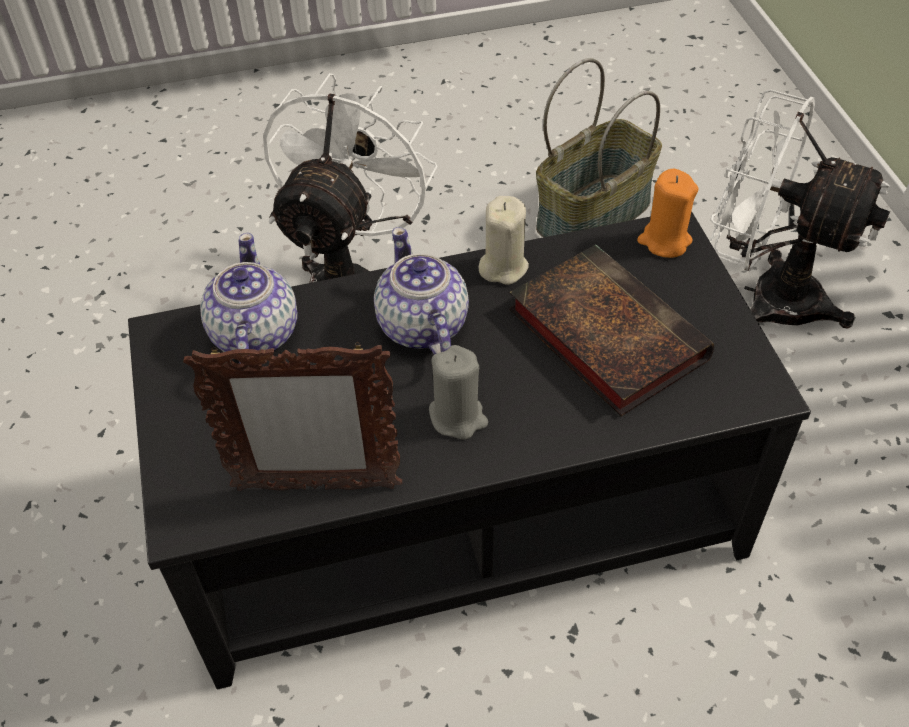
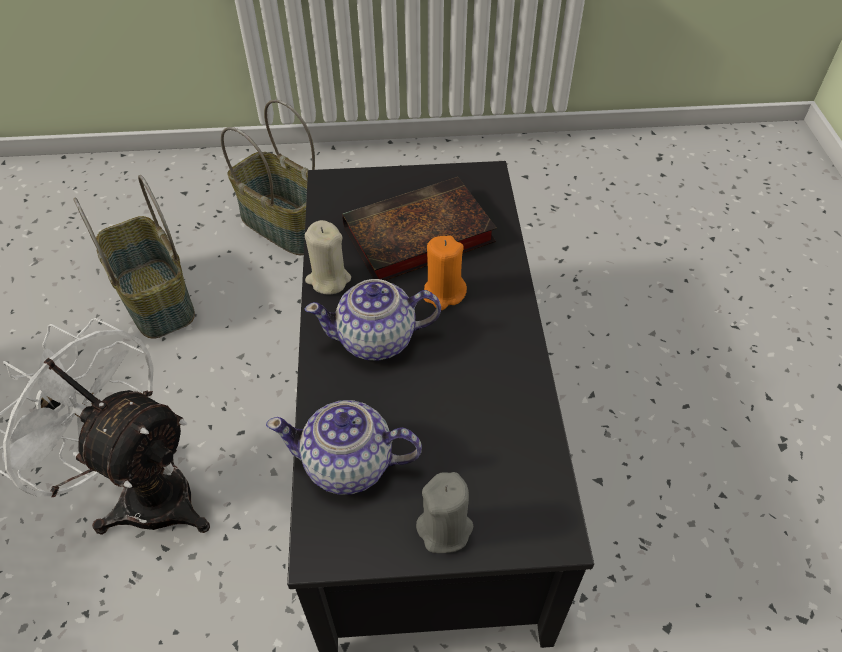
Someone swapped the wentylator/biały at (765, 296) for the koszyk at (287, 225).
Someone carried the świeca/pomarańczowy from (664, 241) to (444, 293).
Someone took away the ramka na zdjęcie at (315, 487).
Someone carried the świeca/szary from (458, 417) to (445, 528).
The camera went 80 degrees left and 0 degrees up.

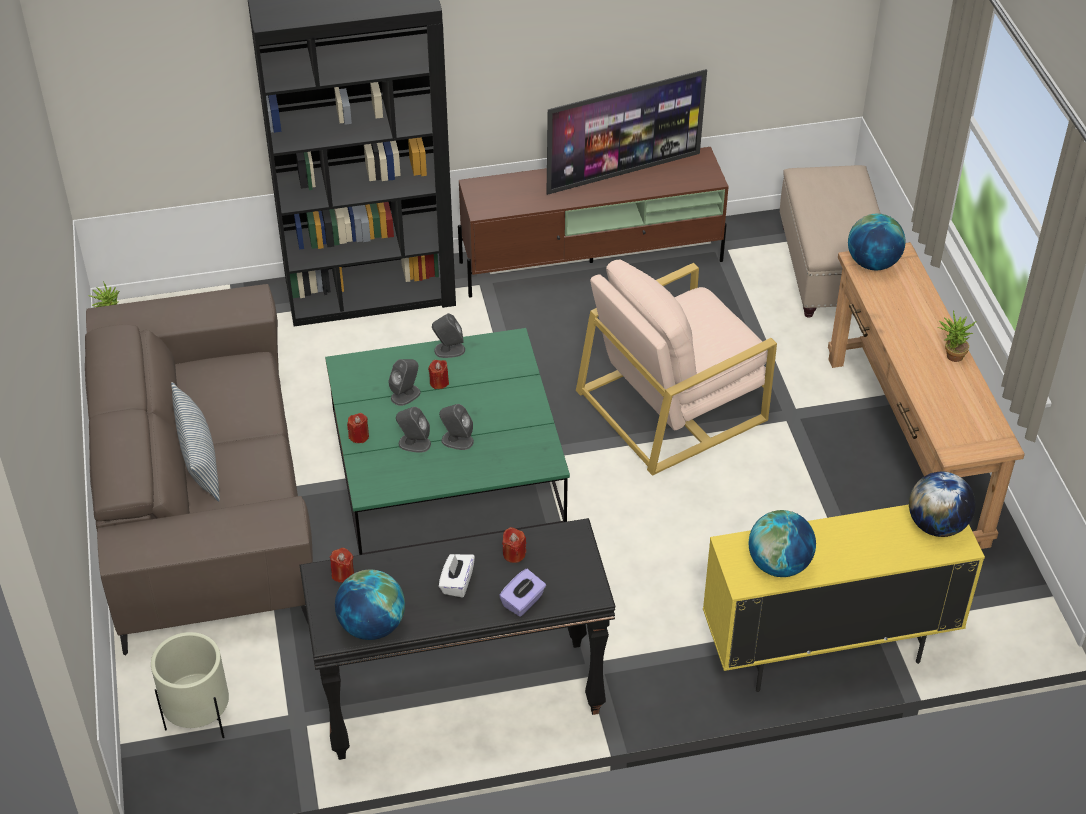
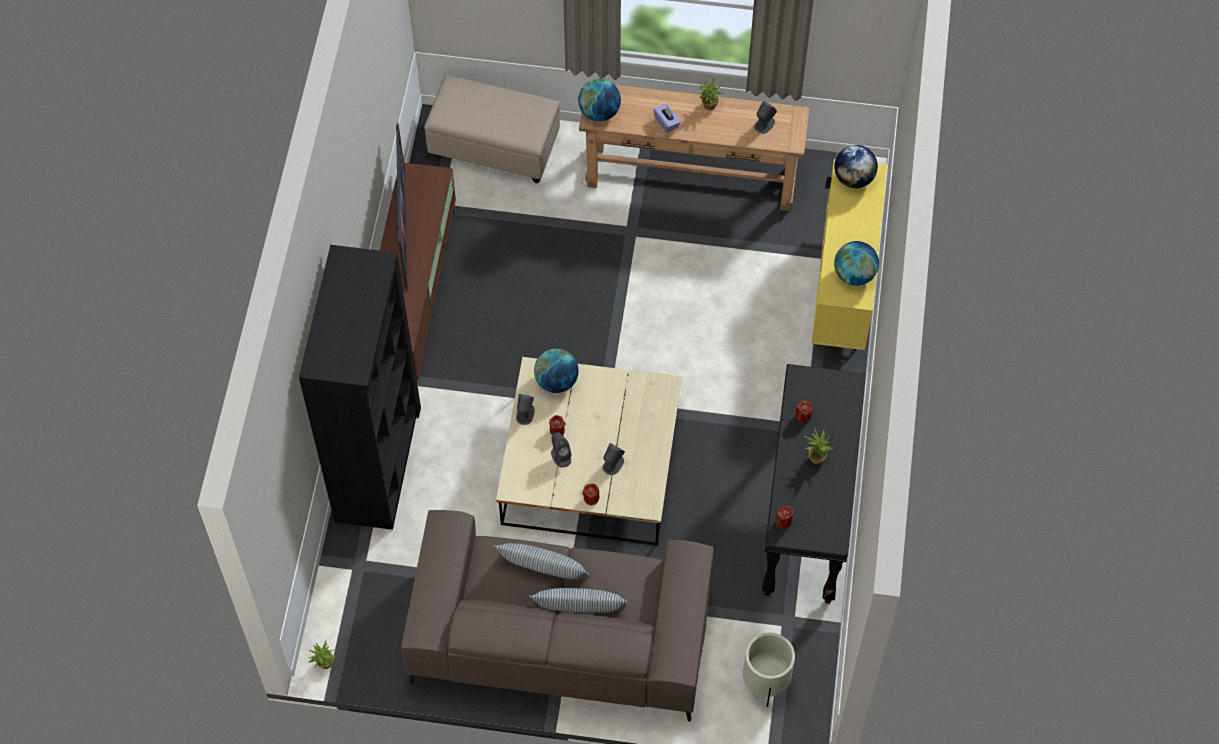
Someone took away the fotel/beżowy at (673, 404).
Someone repainted the ława/zielony at (446, 465), which became the ława/beżowy at (590, 464).
Someone carried the głośnik/szary from (457, 440) to (764, 124).
Someone swapped the pudełko chusteczek/biały at (457, 583) for the roślina doniczkowa at (816, 456).
Someone carried the pudełko chusteczek/fioletowy from (523, 602) to (667, 123).
Someone carried the globus from (372, 625) to (556, 381).
Someone put down the poduszka at (543, 569).
The camera went 70 degrees left and 15 degrees up.

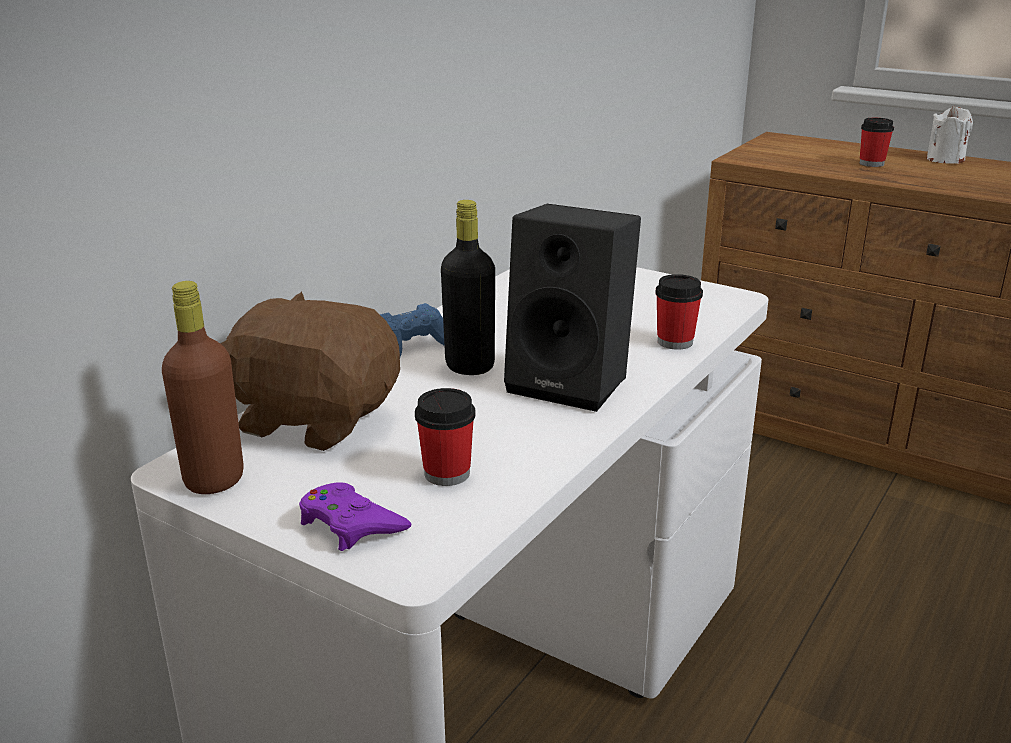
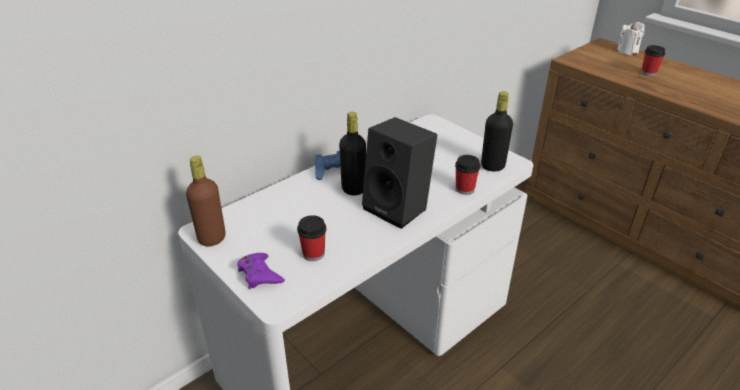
Someone carried the świeca/biały from (945, 159) to (627, 51).
Someone took away the pluszak/brązowy at (316, 418).
Someone put down the butelka/czarny at (492, 166).
The camera went 15 degrees right and 10 degrees up.

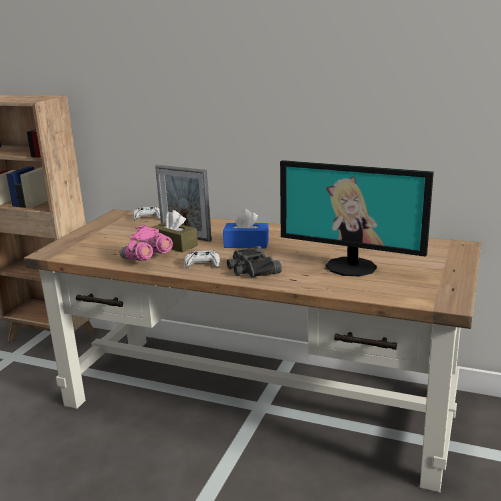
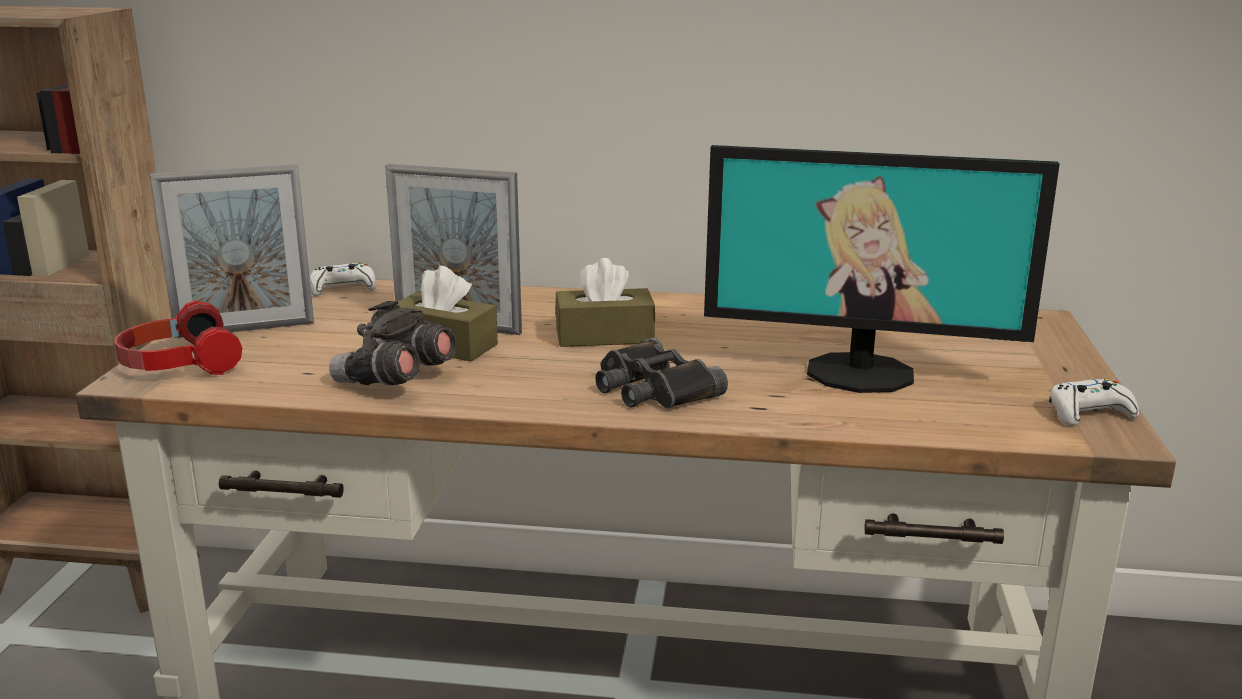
Someone repainted the pudełko chusteczek/niebieski at (246, 244), which became the pudełko chusteczek/brązowy at (604, 336).
Someone repainted the lornetka/różowy at (146, 259), which became the lornetka/szary at (395, 381).
Someone carried the pad do gier/biały from (202, 264) to (1089, 413).
Someone put down the ramka na zdjęcie at (245, 329).
Someone put down the słuchawki at (178, 363).
The camera went 15 degrees left and 0 degrees up.

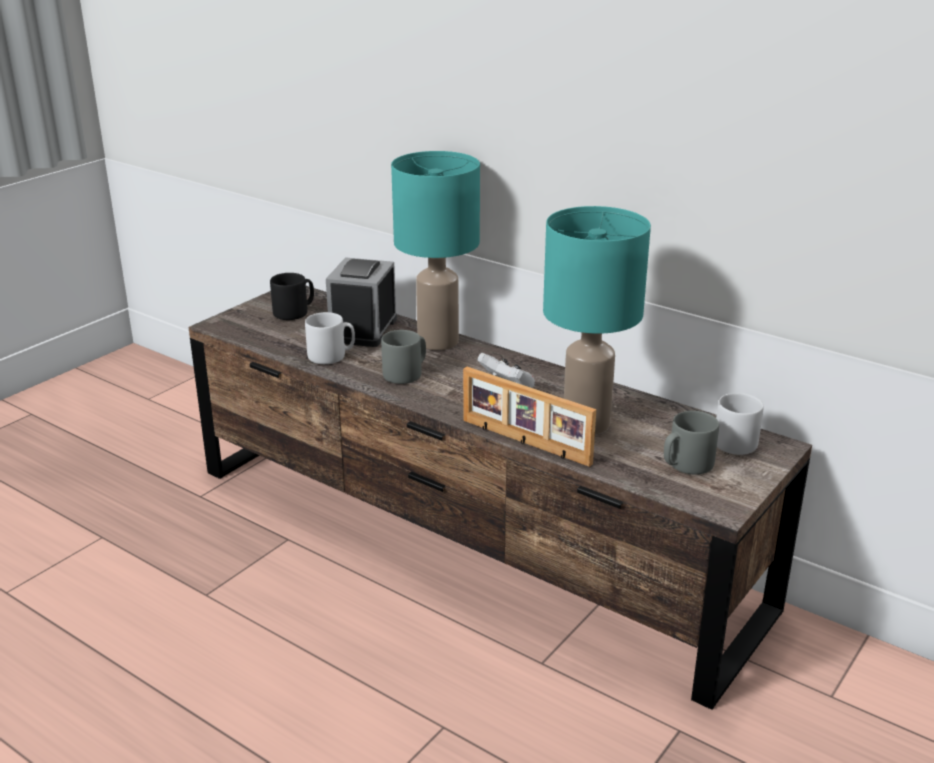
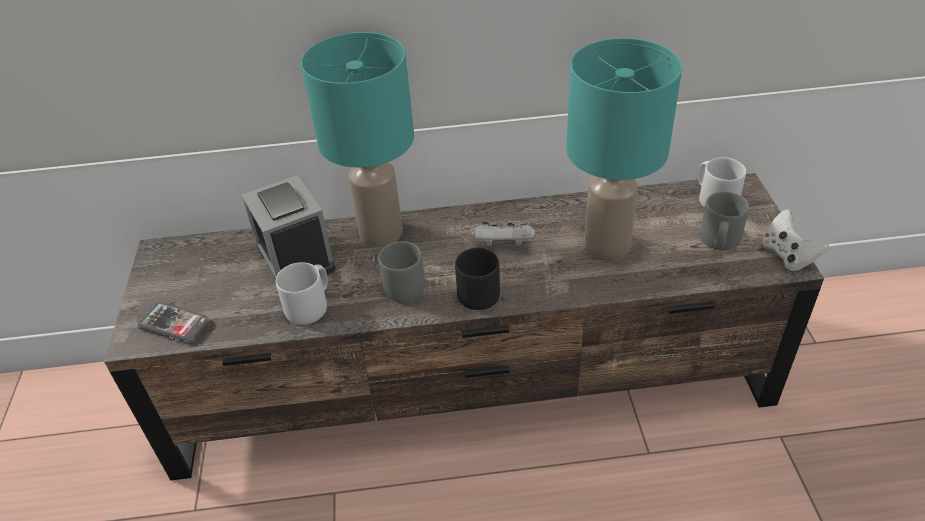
Someone carried the kubek/czarny from (294, 312) to (479, 291).
Someone took away the ramka na zdjęcie at (524, 442).
Someone put down the pad do gier/biały at (787, 255).
Someone put down the telefon at (174, 324).
The camera went 40 degrees left and 15 degrees up.

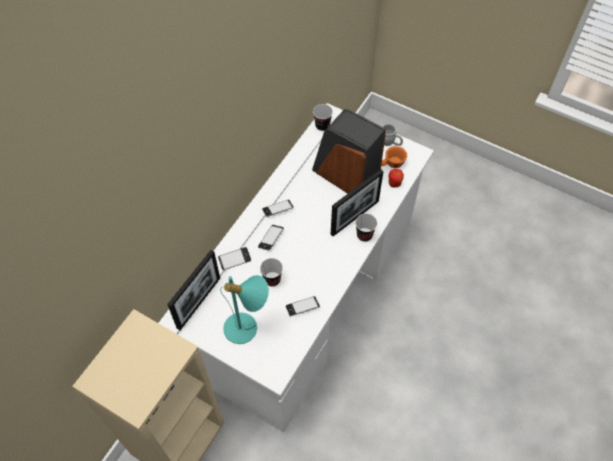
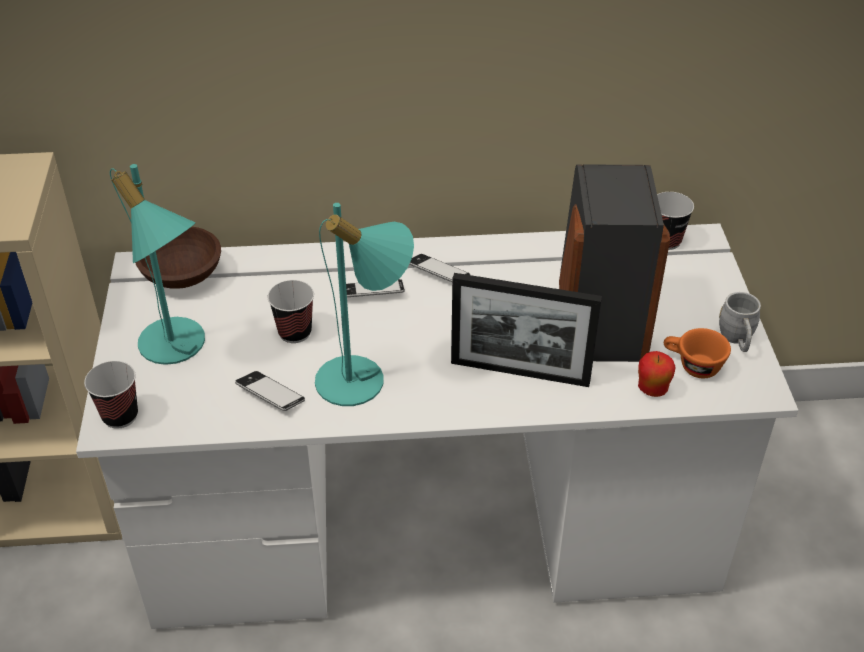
Someone carried the filiżanka from (364, 235) to (120, 416).
Someone took away the telefon at (234, 260).
Someone swapped the ramka na zdjęcie at (199, 303) for the miska/brązowy at (183, 274).
Someone put down the lampa stołowa/turkusowy at (363, 379).
The camera went 55 degrees right and 15 degrees down.

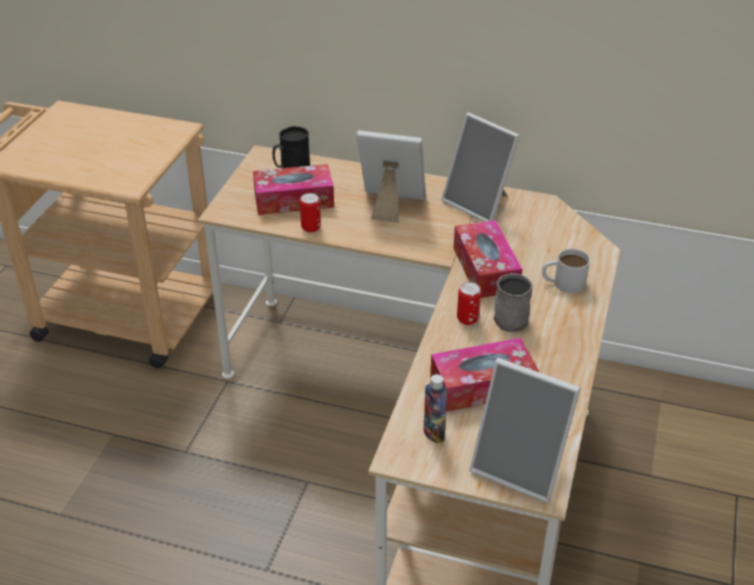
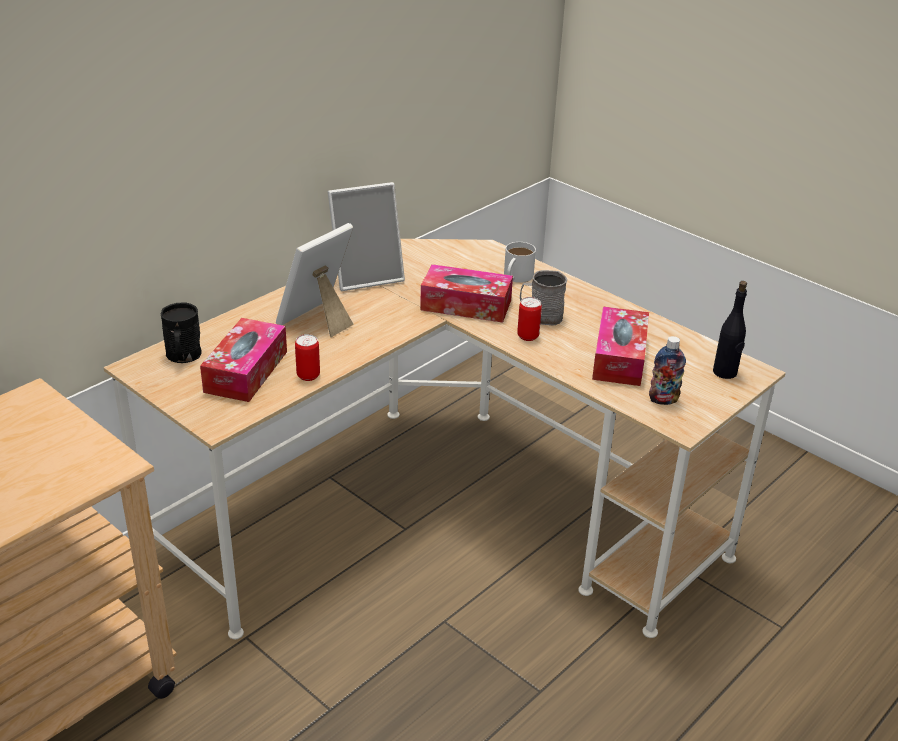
Someone swapped the ramka na zdjęcie at (521, 467) for the butelka/czarny at (725, 372).
The camera went 65 degrees left and 5 degrees down.

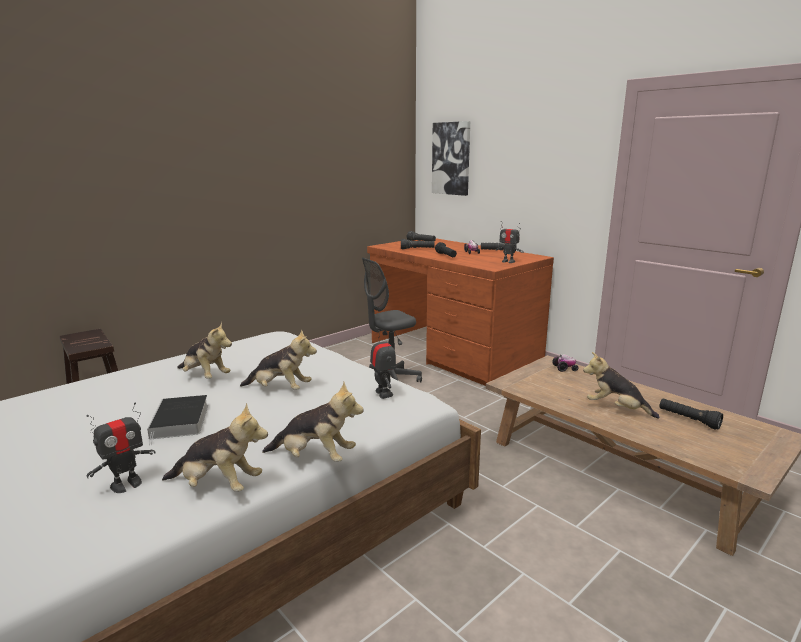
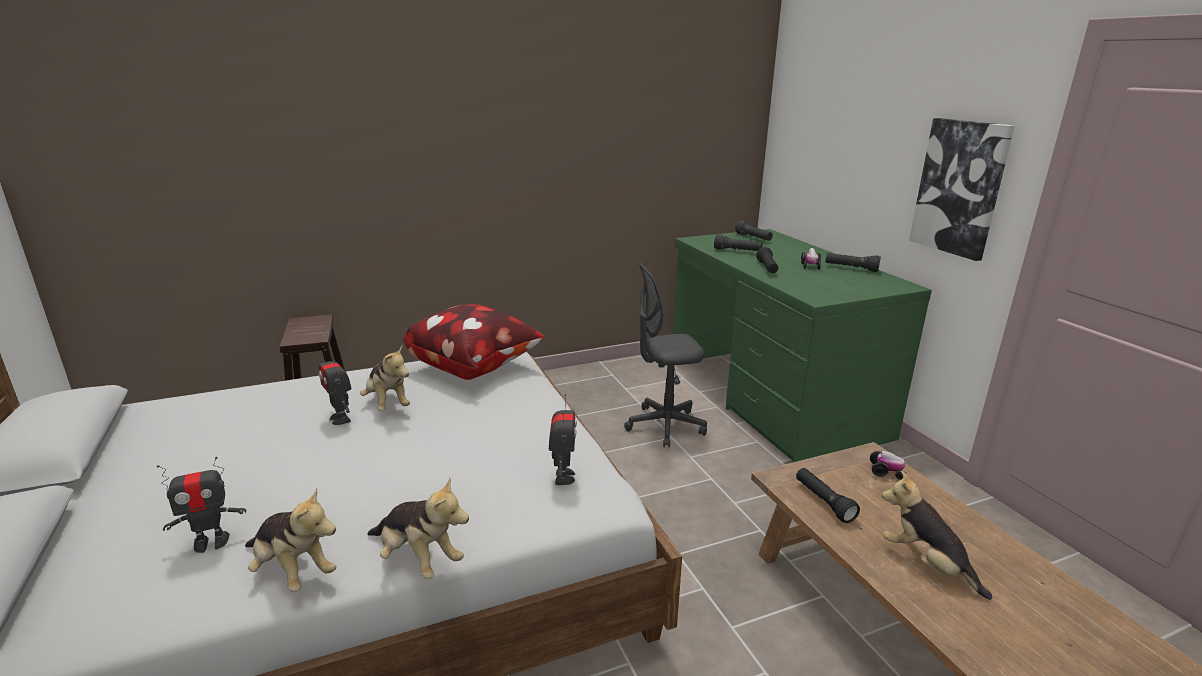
Someone carried the obraz from (451, 158) to (960, 187).
Someone carried the robot zabawkowy from (508, 261) to (341, 418).
Someone repainted the biurko/brązowy at (452, 353), which became the biurko/zielony at (771, 398).
Someone took away the pluszak at (280, 389).
Someone took away the książka at (180, 422).
Someone carried the latarka/czarny from (688, 420) to (823, 502).
Someone put down the poduszka at (474, 366).
The camera went 20 degrees right and 5 degrees up.

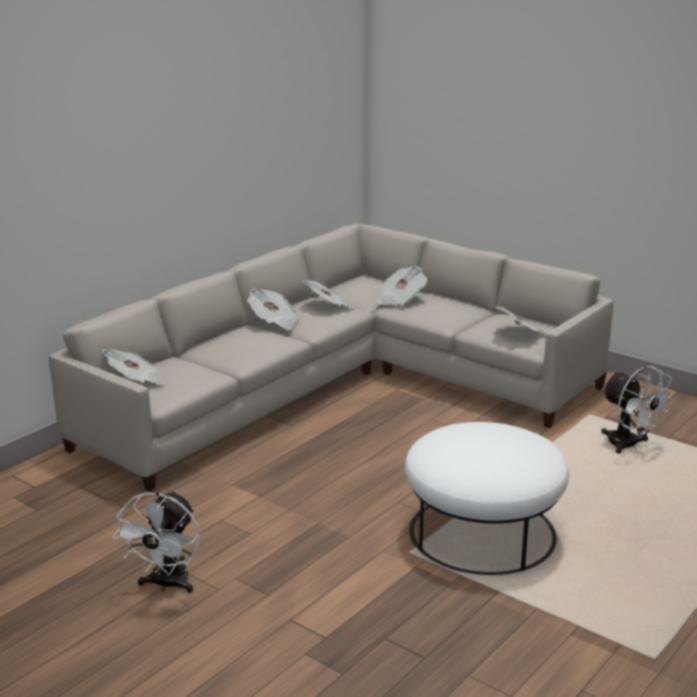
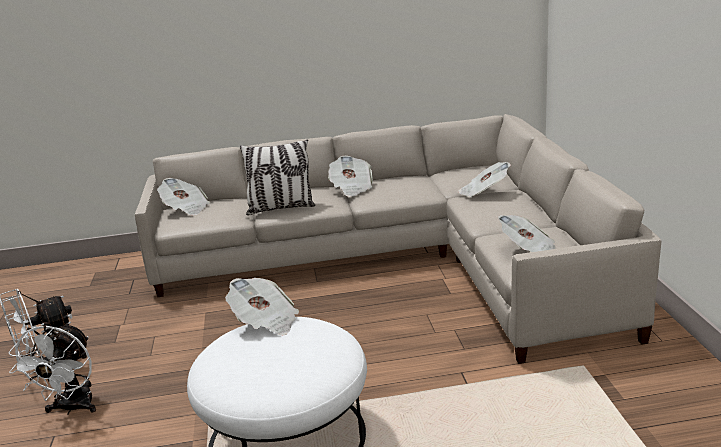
Someone carried the gazeta from (328, 307) to (265, 322).
Someone carried the wentylator/biały from (629, 445) to (72, 408).
Someone put down the poduszka at (281, 208).
The camera went 45 degrees right and 0 degrees up.

